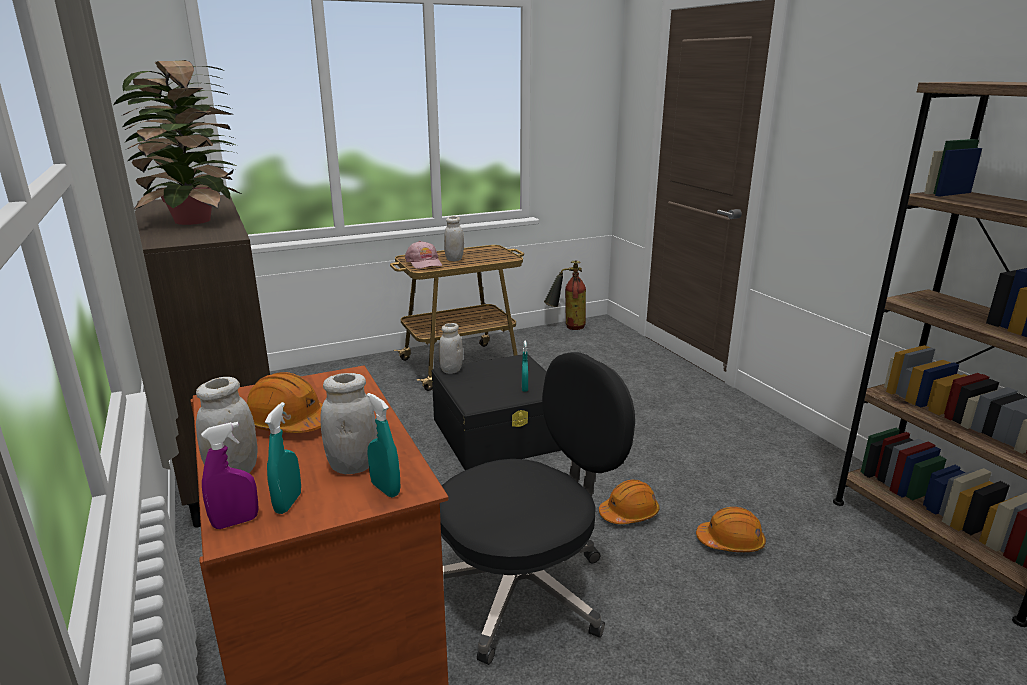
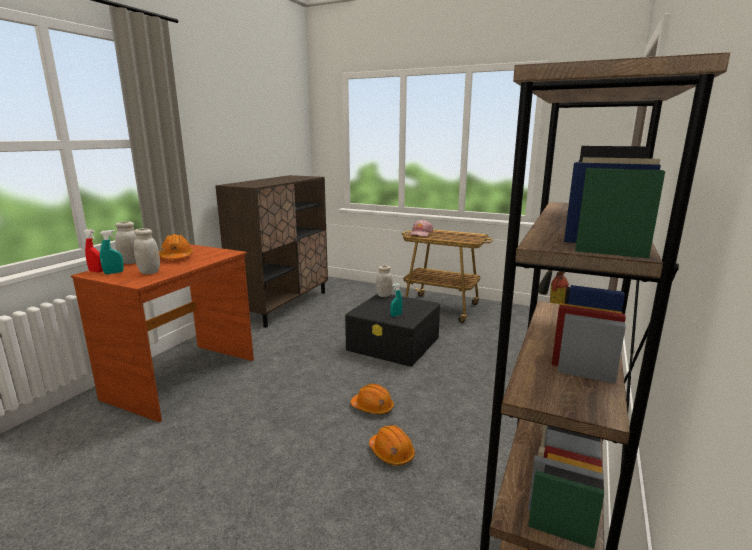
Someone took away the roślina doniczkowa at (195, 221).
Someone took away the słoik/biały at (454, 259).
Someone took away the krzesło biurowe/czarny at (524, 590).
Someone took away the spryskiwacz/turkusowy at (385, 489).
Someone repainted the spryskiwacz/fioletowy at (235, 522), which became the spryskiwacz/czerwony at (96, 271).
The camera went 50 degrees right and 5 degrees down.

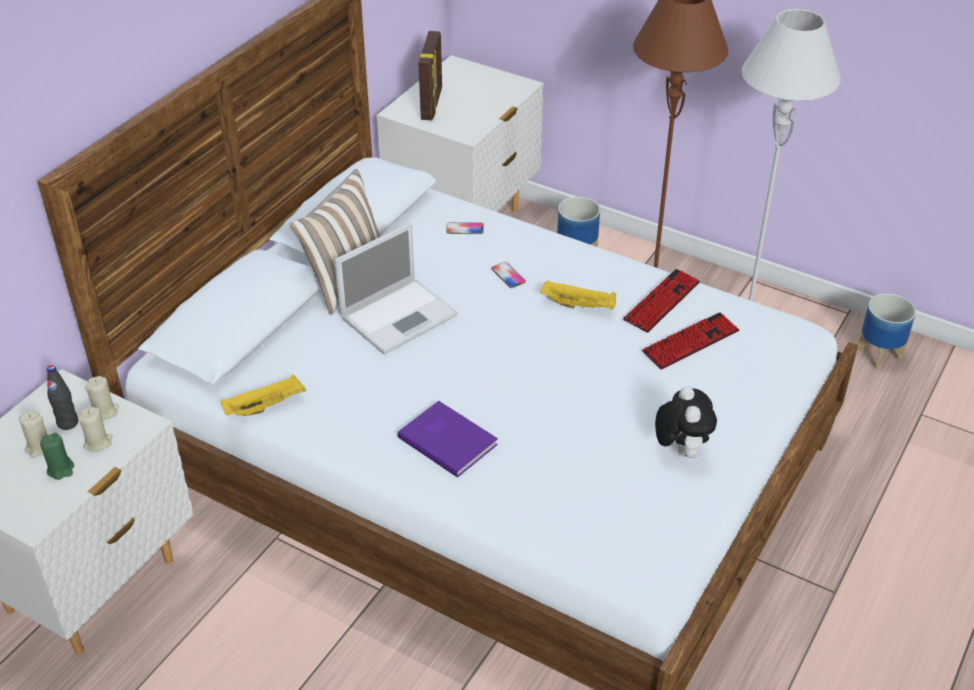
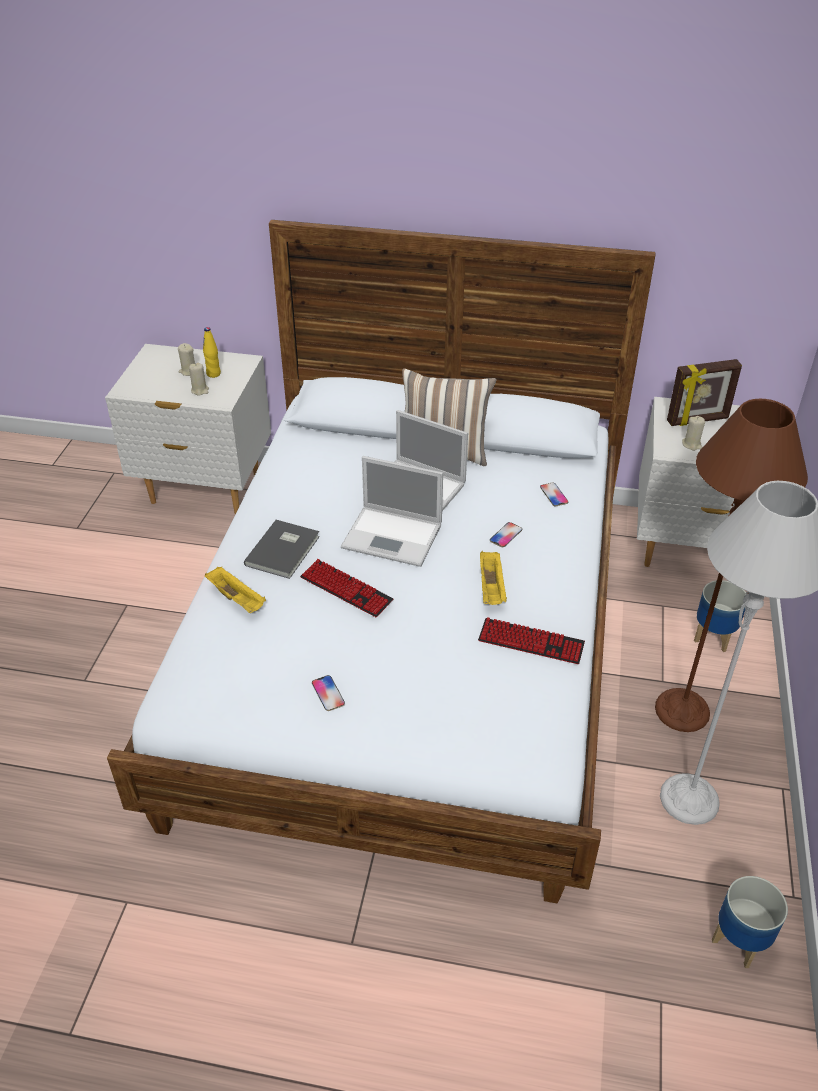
Someone carried the klawiatura from (690, 342) to (346, 589).
Someone repainted the butelka/czarny at (68, 423), which became the butelka/żółty at (213, 374).
Someone carried the taca/żółty from (266, 406) to (237, 599).
Someone carried the świeca/beżowy from (104, 411) to (692, 444).
Someone swapped the pluszak at (680, 449) for the telefon at (328, 693).
Someone repainted the książka/fioletowy at (448, 439), which became the książka/szary at (285, 550).
Someone took away the świeca/zielony at (61, 469).
Someone put down the laptop at (394, 536).
The camera went 70 degrees right and 0 degrees up.

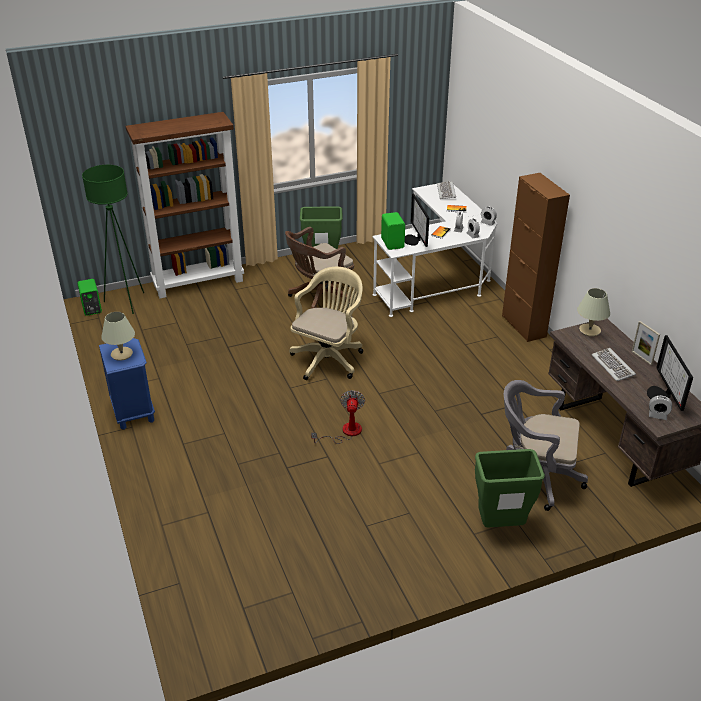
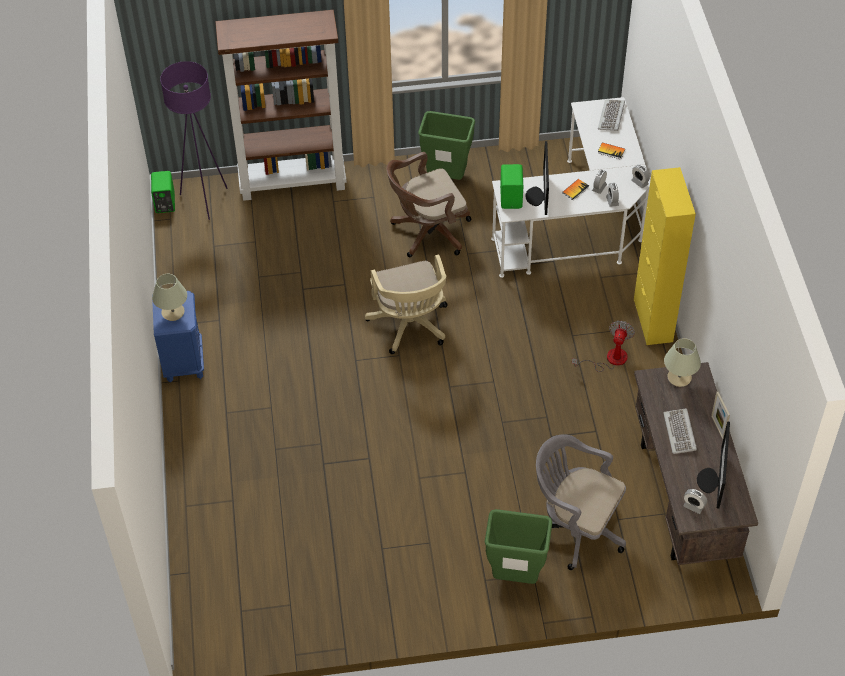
Someone repainted the lampa stojąca/zielony at (126, 302), which became the lampa stojąca/fioletowy at (204, 200).
Someone repainted the szafka/brązowy at (523, 326), which became the szafka/żółty at (653, 320).
Someone rotated the krzesło biurowe/beżowy at (329, 358) by 120 degrees clockwise.
Someone carried the wentylator from (345, 432) to (609, 359).
The camera went 15 degrees right and 15 degrees up.

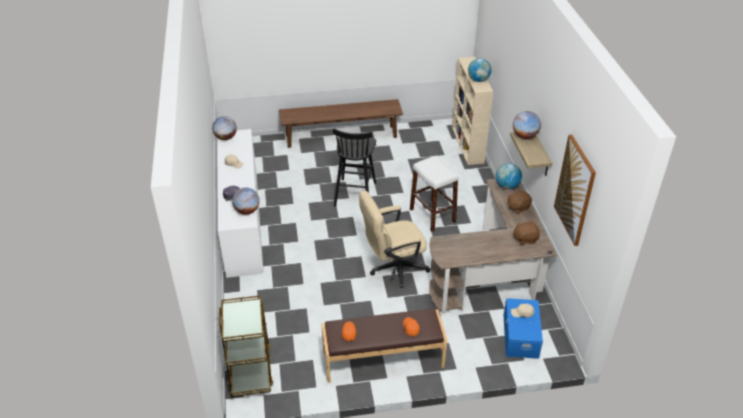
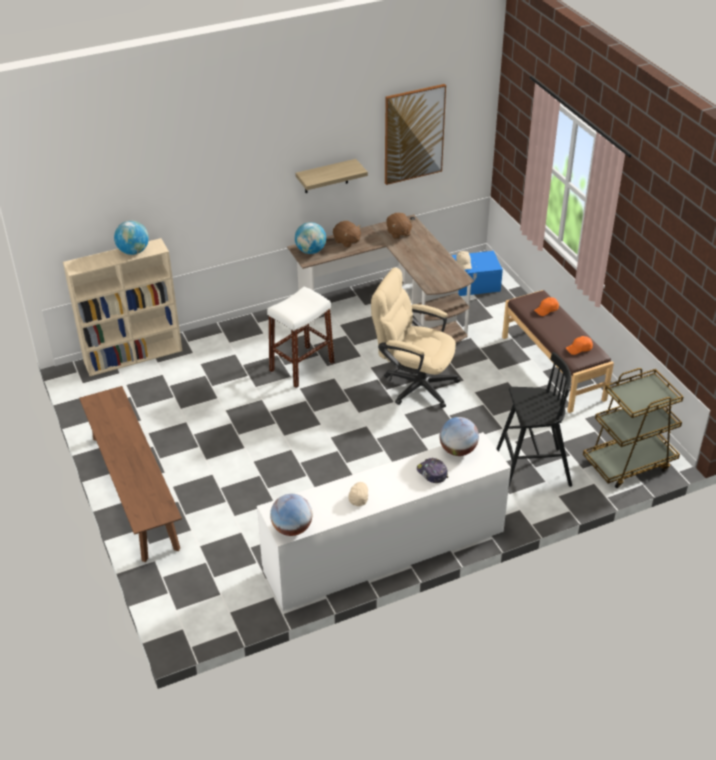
Someone took away the globus at (524, 136).
Someone carried the stołek/czarny from (355, 193) to (530, 470).
Someone rotated the krzesło biurowe/beżowy at (393, 268) by 150 degrees clockwise.
The camera went 105 degrees left and 0 degrees up.

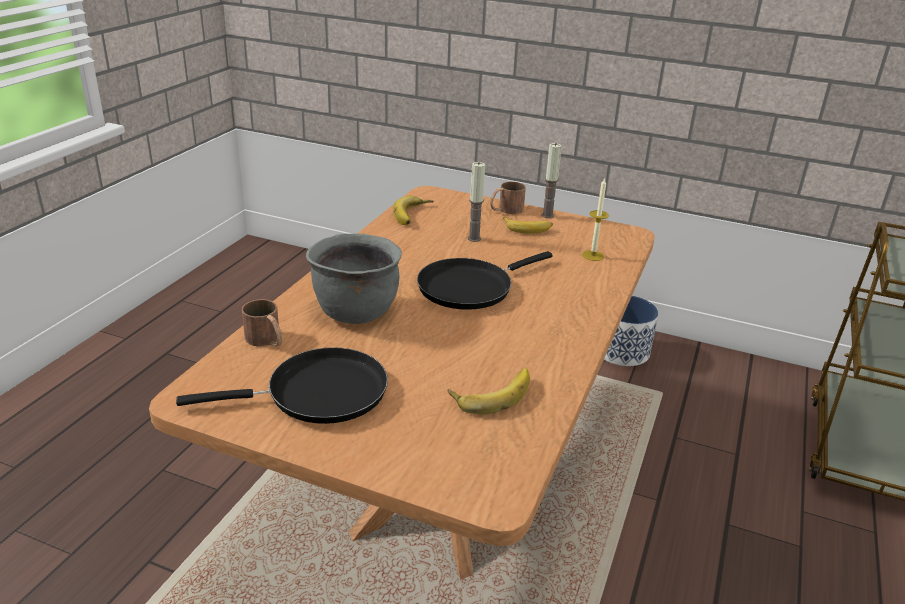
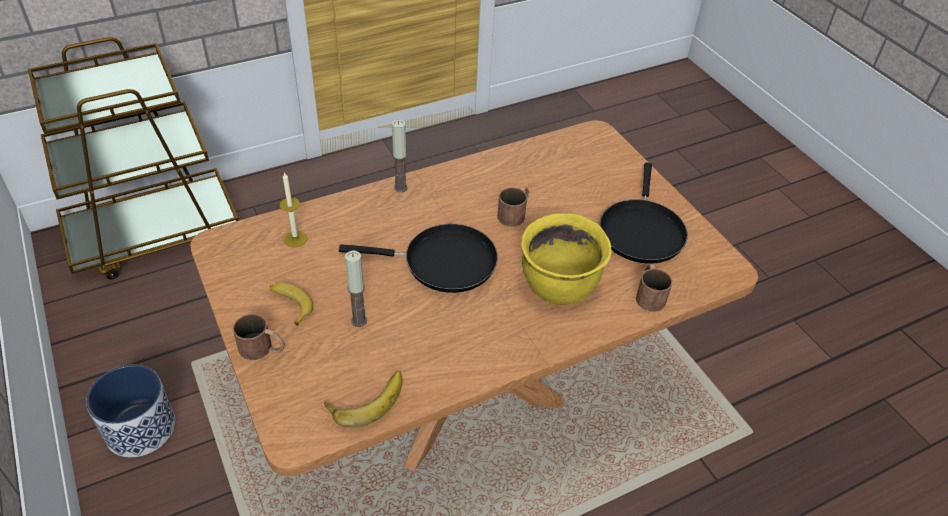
Someone carried the świeca from (547, 215) to (400, 187).
Someone repainted the garnek/szary at (355, 311), which became the garnek/żółty at (559, 287).
Someone rotated the patelnia/czarny at (318, 393) by 105 degrees counterclockwise.
Someone took away the banan at (491, 393).
Someone put down the kubek/brązowy at (515, 213).
The camera went 140 degrees left and 15 degrees up.

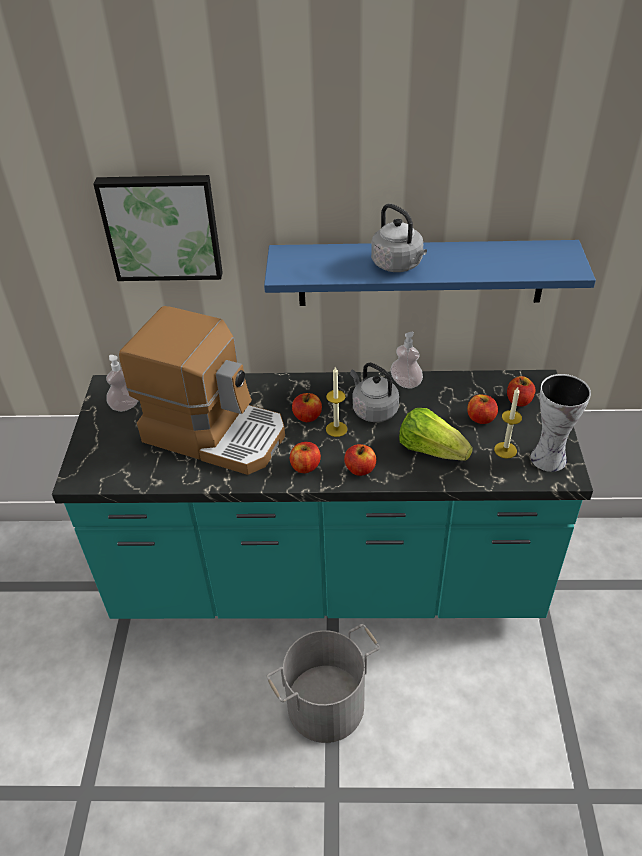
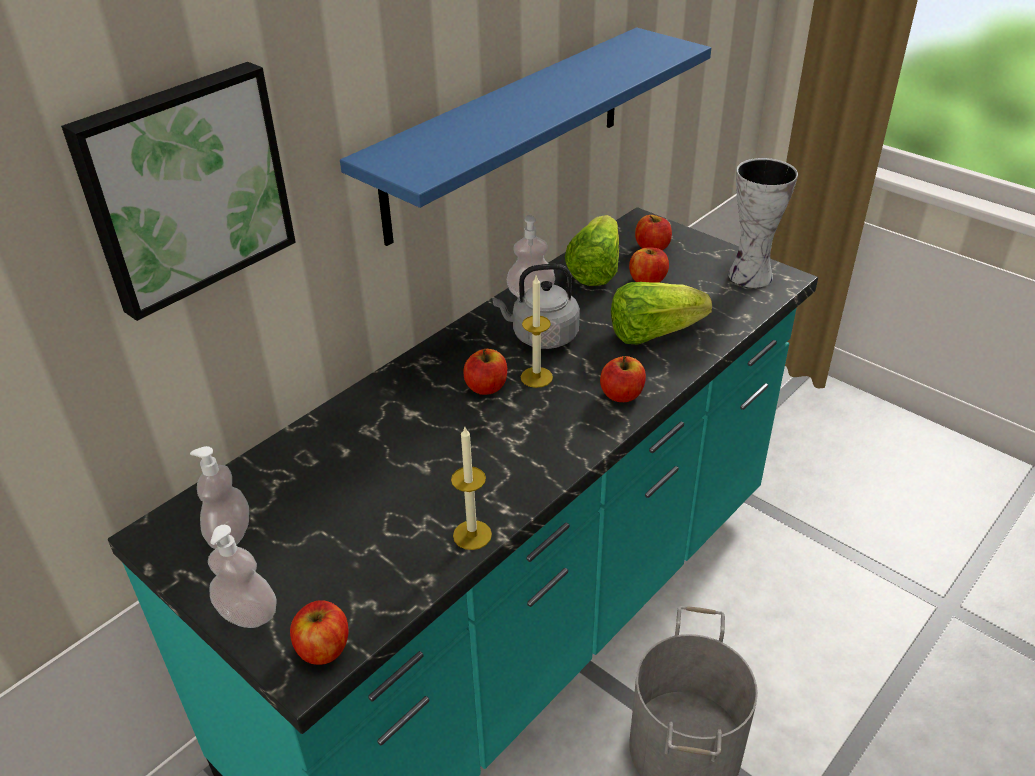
Someone took away the czajnik/szary at (398, 265).
Someone took away the ekspres do kawy at (215, 432).
Someone carried the świeca from (505, 450) to (472, 535).
Someone carried the jabłko from (305, 466) to (323, 648).
Someone put down the sałata at (595, 270).
Someone put down the dozownik mydła at (248, 614).
The camera went 50 degrees left and 5 degrees down.

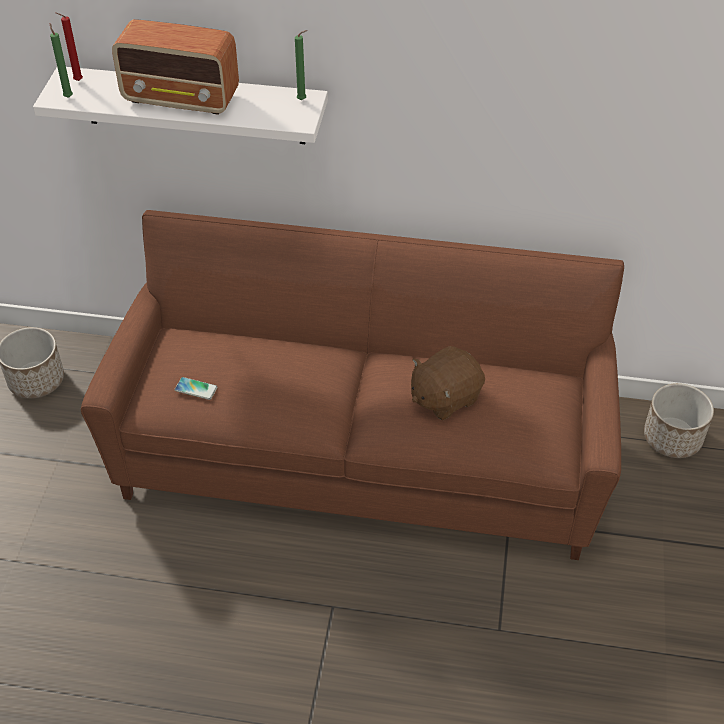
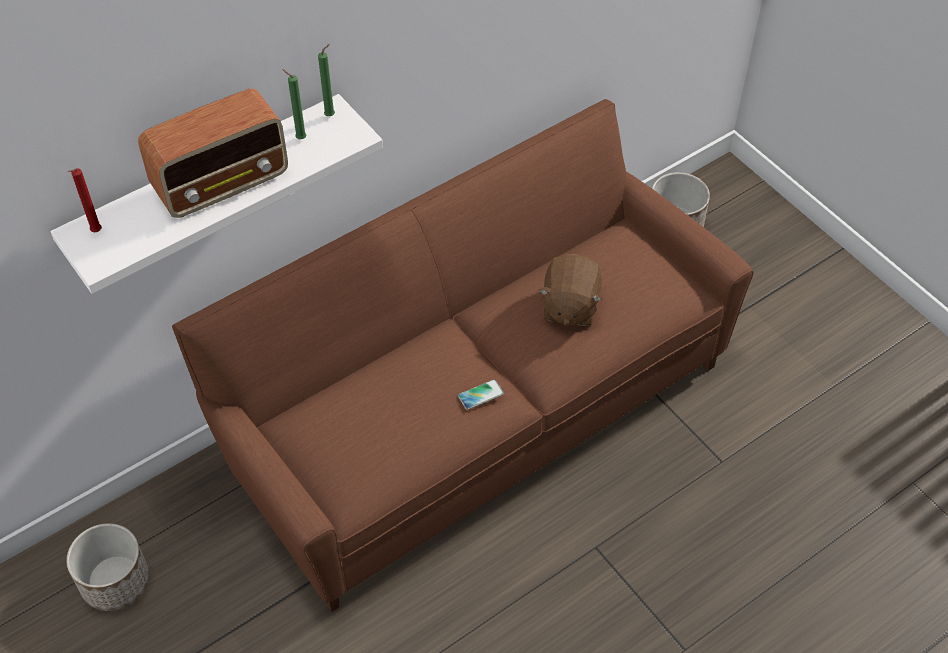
Someone carried the świeca/zielony from (68, 96) to (299, 138).
Someone carried the telefon from (196, 389) to (480, 395).
The camera went 45 degrees left and 5 degrees up.

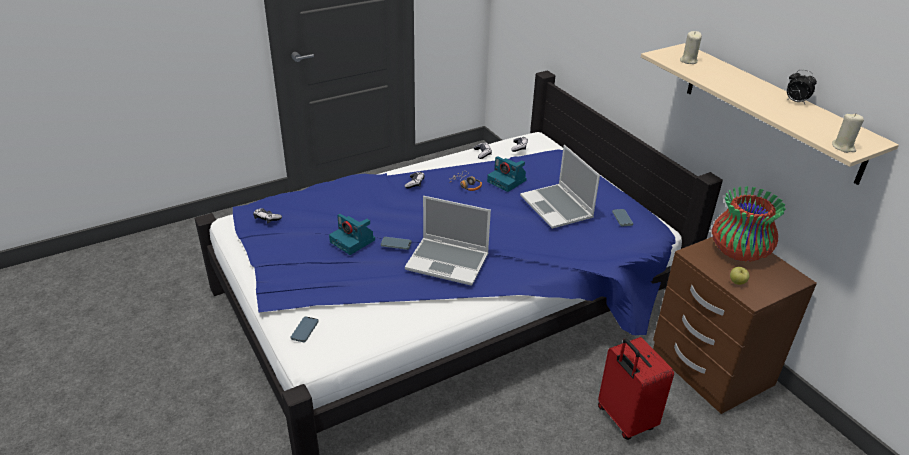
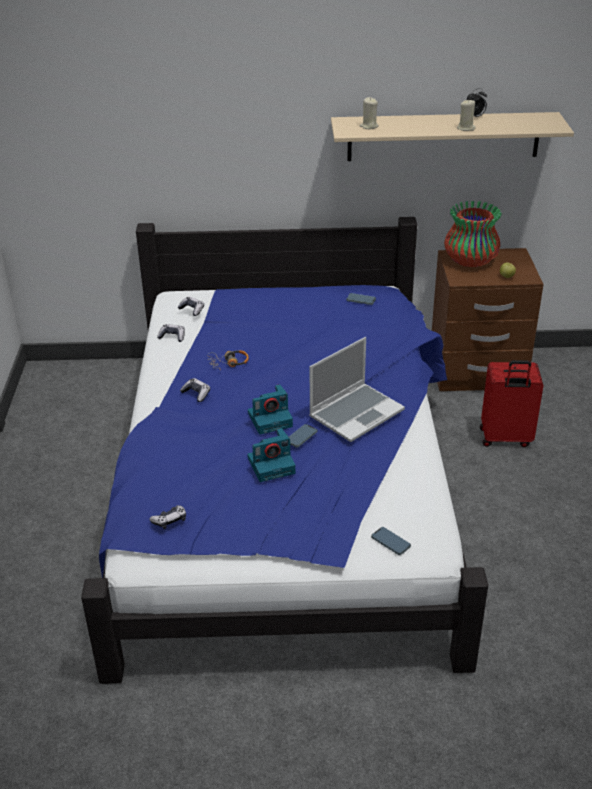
Someone carried the świeca/beżowy from (843, 147) to (466, 128).
Someone took away the laptop at (557, 208).
Someone carried the aparat fotograficzny from (507, 181) to (271, 419).
The camera went 60 degrees left and 0 degrees up.

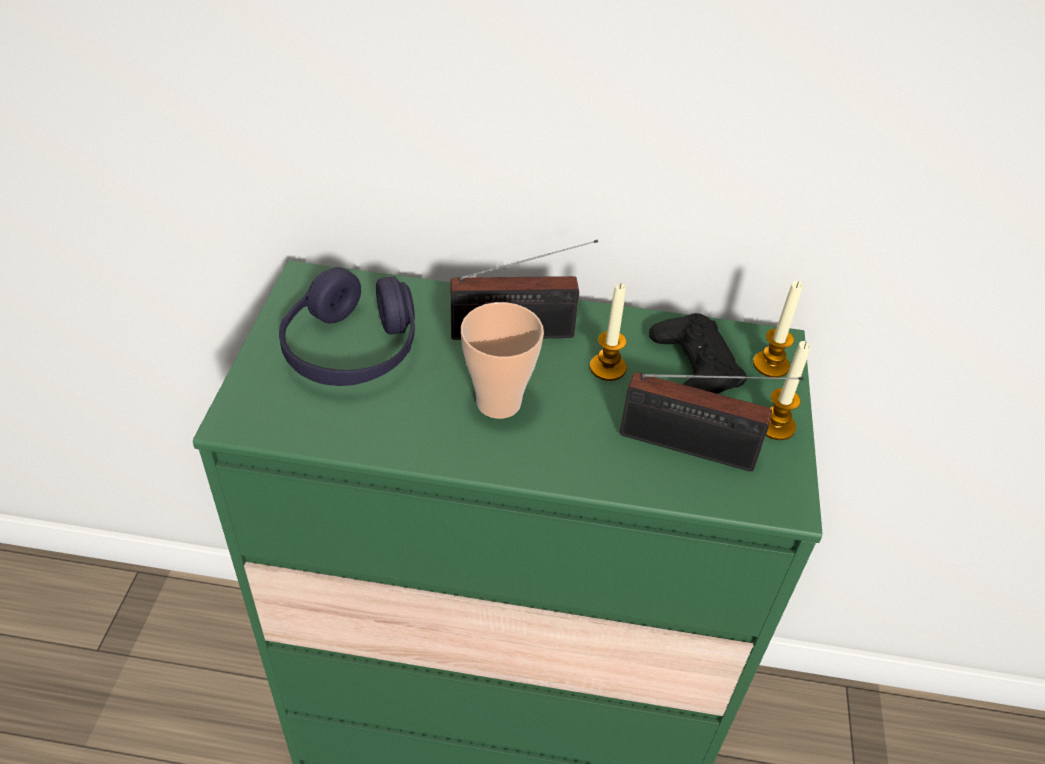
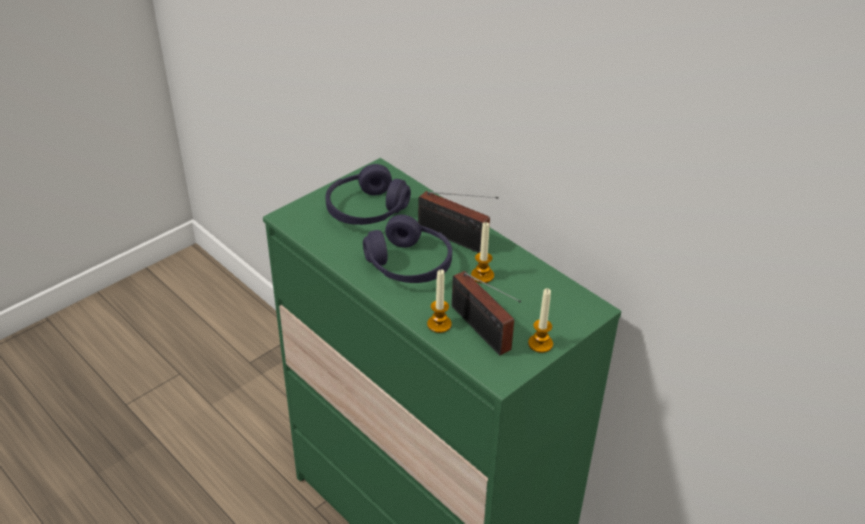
Someone carried the świeca from (770, 365) to (439, 324).
Someone swapped the filiżanka at (498, 402) for the słuchawki/fioletowy at (409, 264).
Someone took away the pad do gier/czarny at (694, 366).
The camera went 40 degrees right and 5 degrees down.

